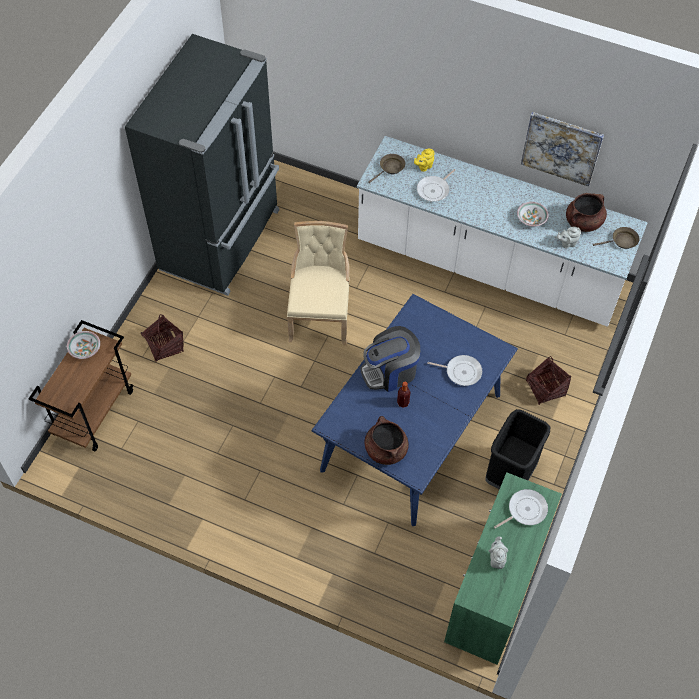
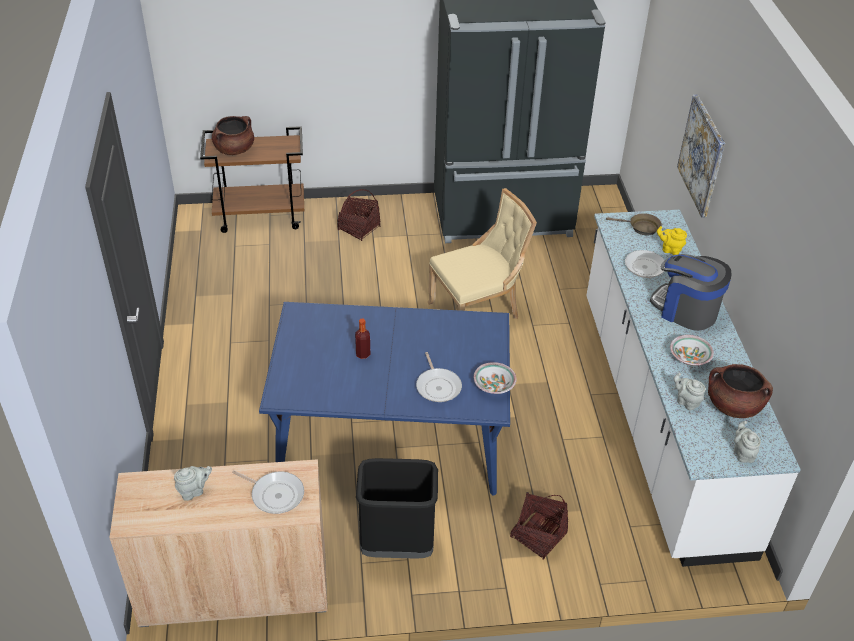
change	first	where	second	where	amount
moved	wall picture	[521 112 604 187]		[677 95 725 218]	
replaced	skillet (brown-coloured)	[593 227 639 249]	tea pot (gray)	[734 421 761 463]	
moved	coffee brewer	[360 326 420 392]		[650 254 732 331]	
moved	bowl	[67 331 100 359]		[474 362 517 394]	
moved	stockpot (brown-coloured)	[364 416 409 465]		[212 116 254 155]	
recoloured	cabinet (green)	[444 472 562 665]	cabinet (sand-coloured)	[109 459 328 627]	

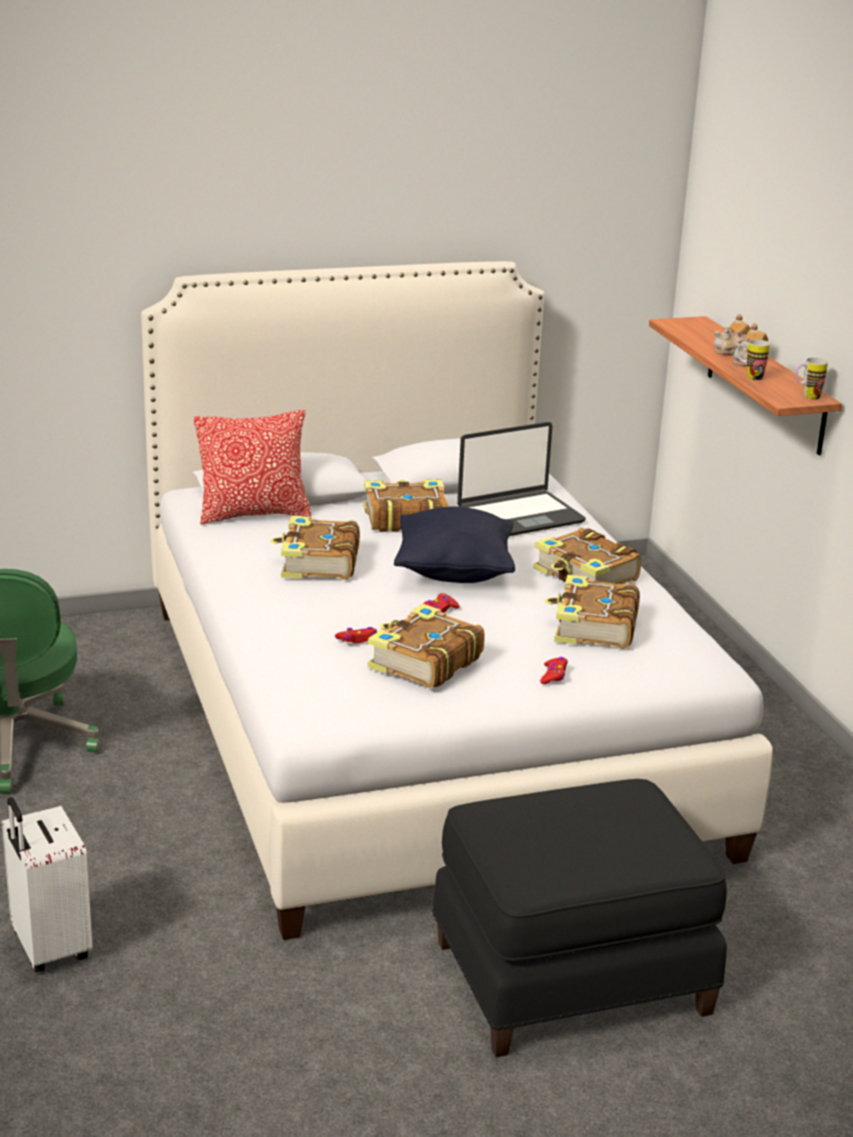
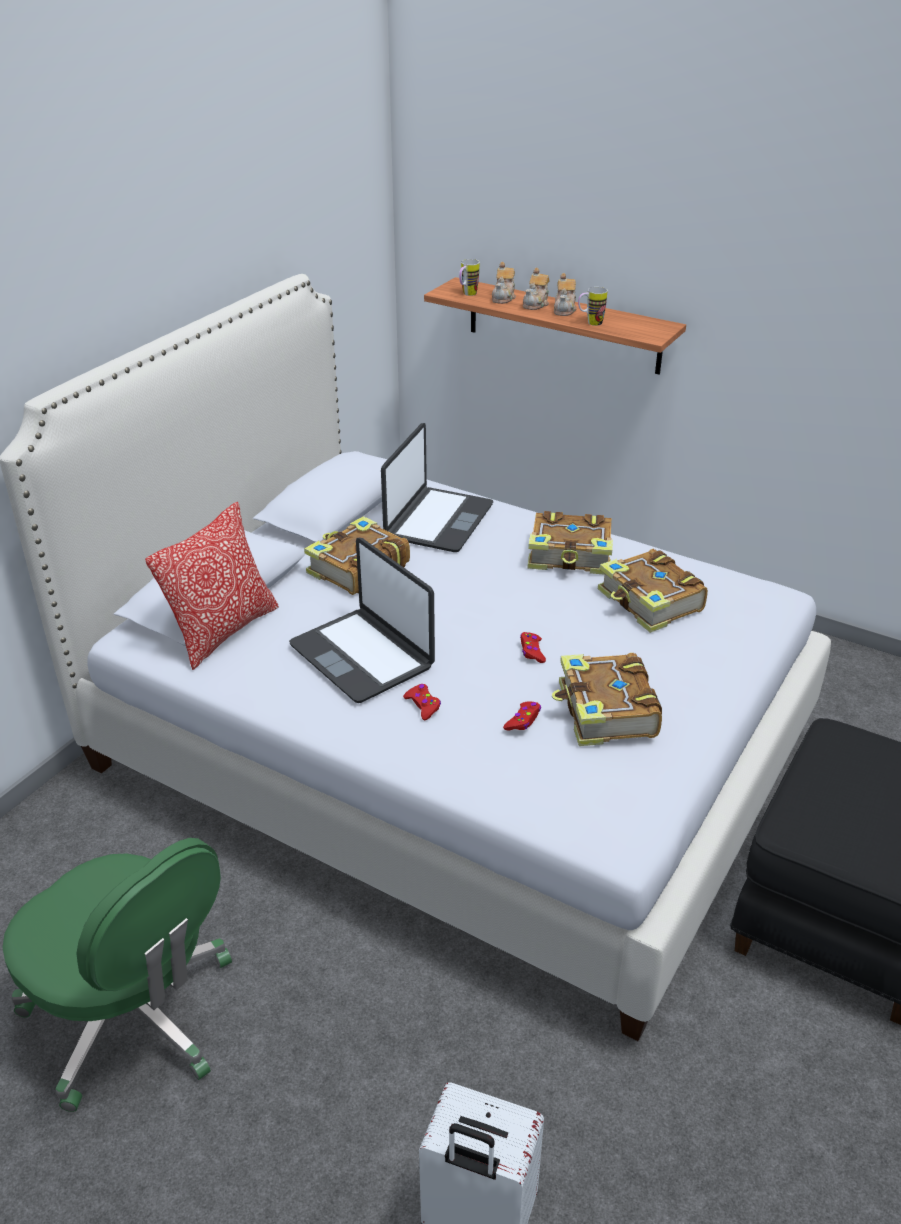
change	first	where	second	where	amount
moved	tea mug	[795 358 828 399]		[459 259 479 296]	
removed	pillow (black-coloured)	[394 507 515 583]			
replaced	book	[271 516 360 580]	laptop	[289 538 435 703]	
moved	joypad (red-coloured)	[540 657 568 684]		[403 684 441 720]	
added			tea pot	[492 262 516 304]	

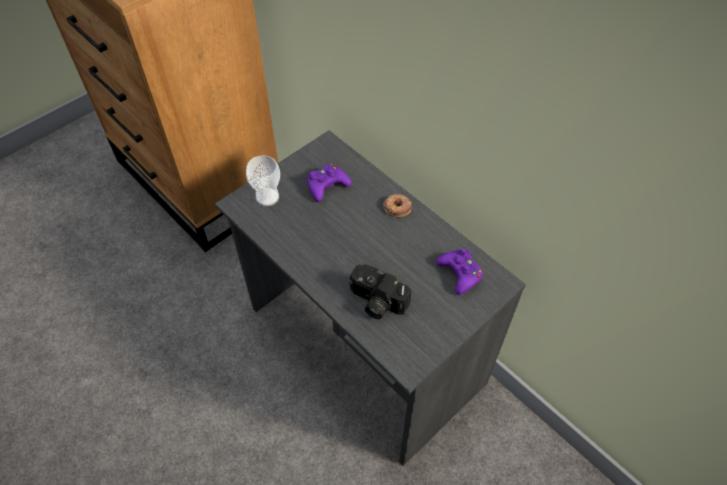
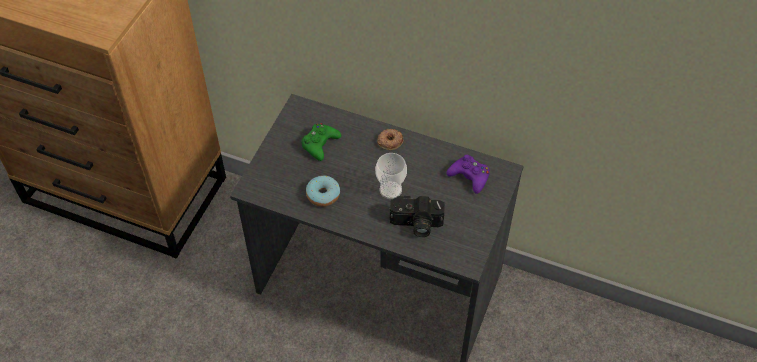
change	first	where	second	where	amount
moved	drinking cup	[246 155 280 206]		[375 153 407 199]	
recoloured	joypad (purple)	[307 164 351 202]	joypad (green)	[302 123 341 161]	
added			doughnut	[306 176 340 207]	

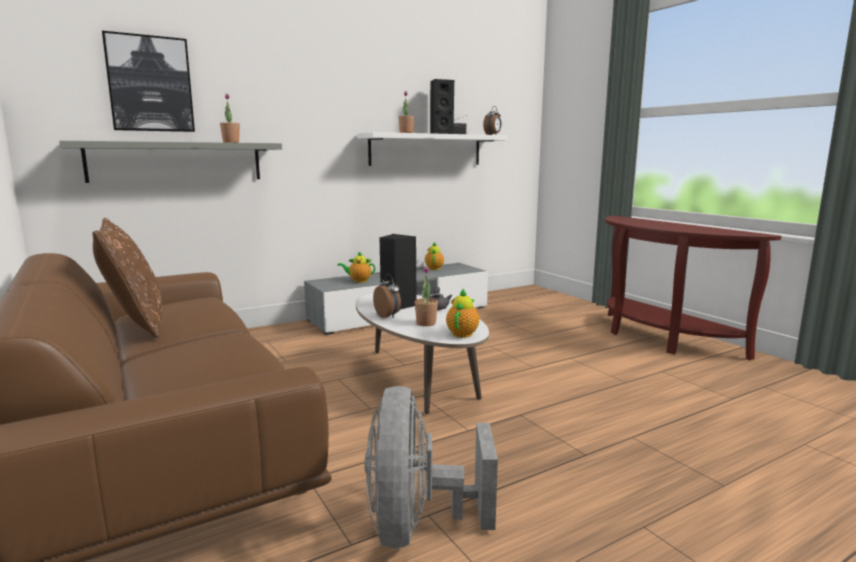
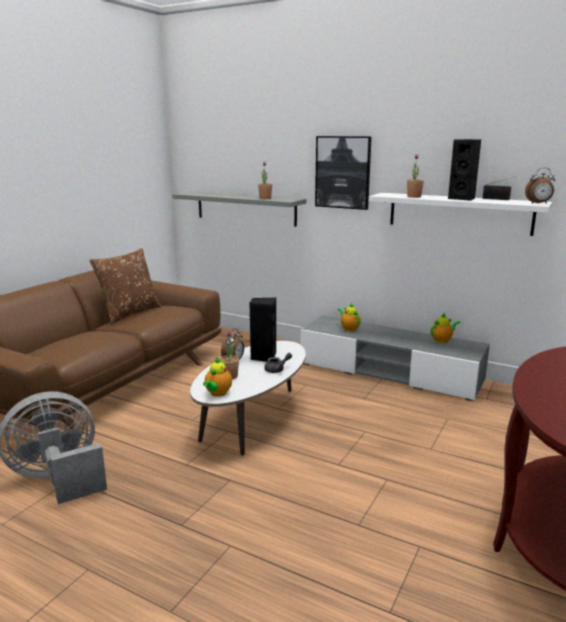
change	first	where	second	where	amount
moved	wall picture	[102 31 195 132]		[315 136 372 210]	
turned	tea pot	[446 288 479 338]		[203 357 232 397]	120 degrees clockwise

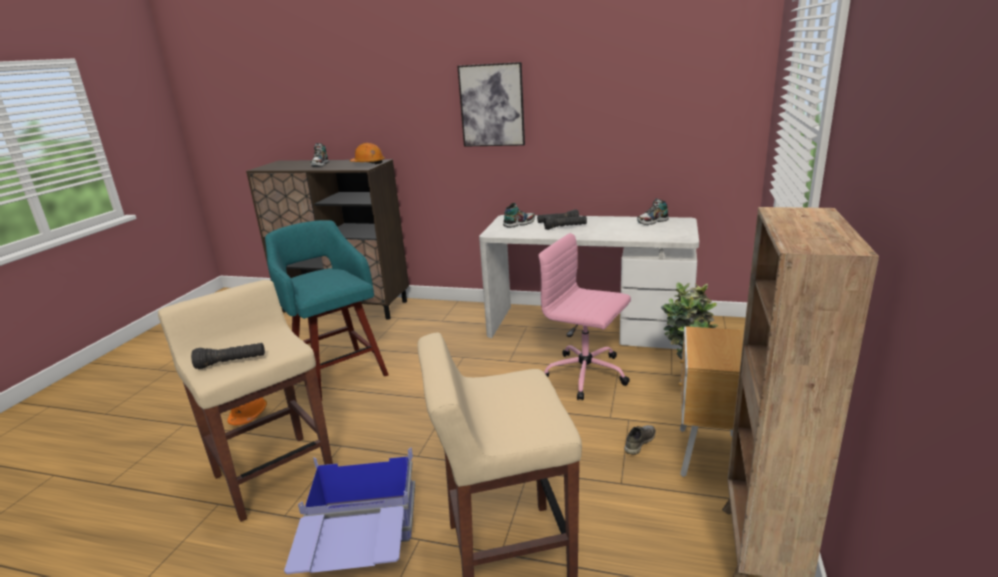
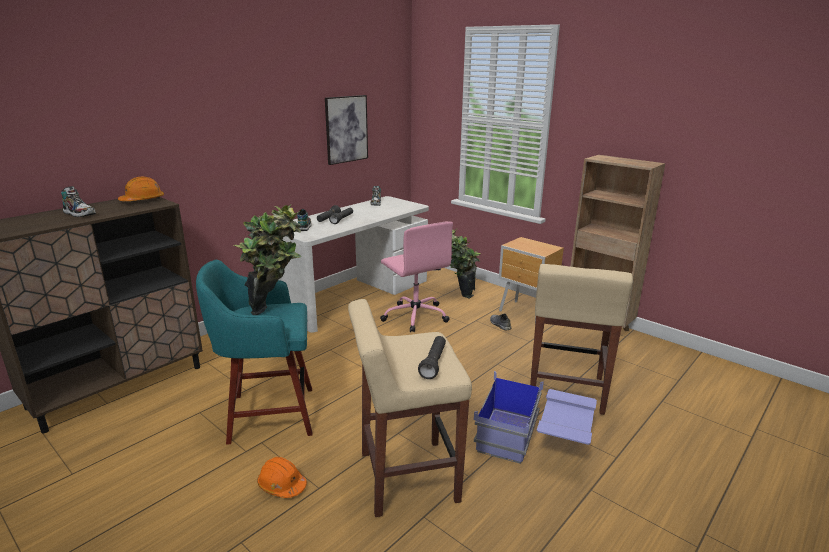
change	first	where	second	where	amount
moved	wall picture	[457 62 525 147]		[325 95 368 165]	
turned	computer chair (pink)	[538 233 631 400]		[380 222 453 332]	90 degrees counterclockwise
added			houseplant	[234 204 301 315]	

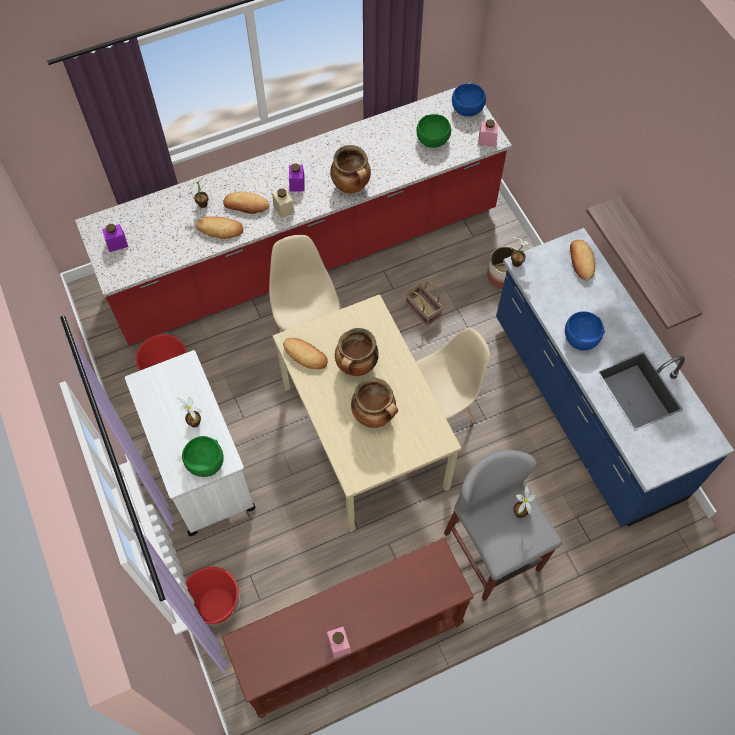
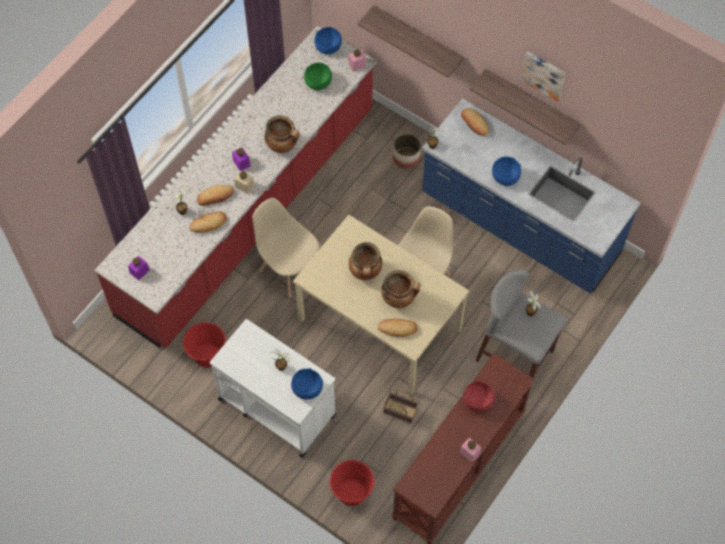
change	first	where	second	where	amount
moved	household basket	[406 282 443 327]		[383 389 419 424]	
moved	bakery bread	[283 338 328 369]		[377 319 418 337]	
recoloured	bowl (green)	[182 436 224 477]	bowl (blue-coloured)	[291 368 323 400]	
added			wall shelf	[358 5 464 77]	
added			wall picture	[521 51 566 101]	
added			bowl (red-coloured)	[463 381 495 412]	

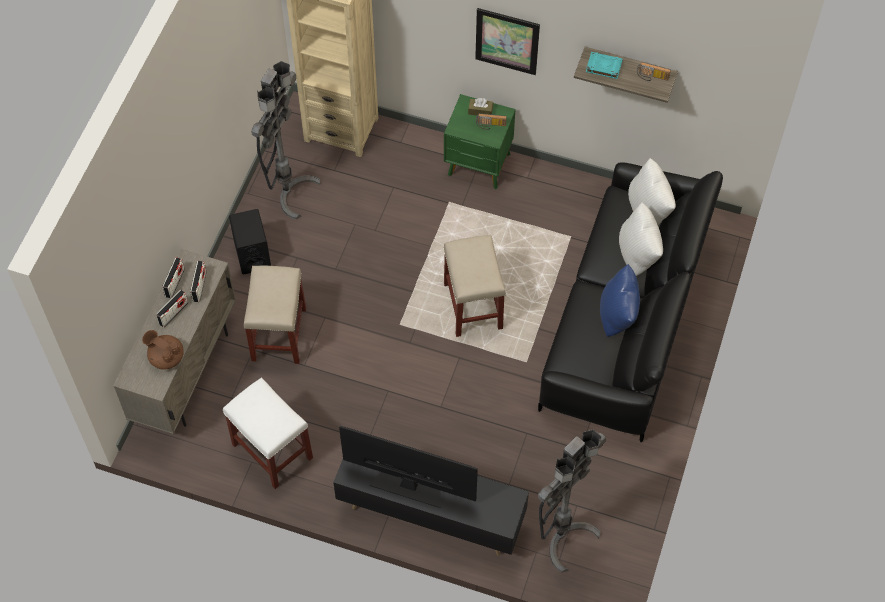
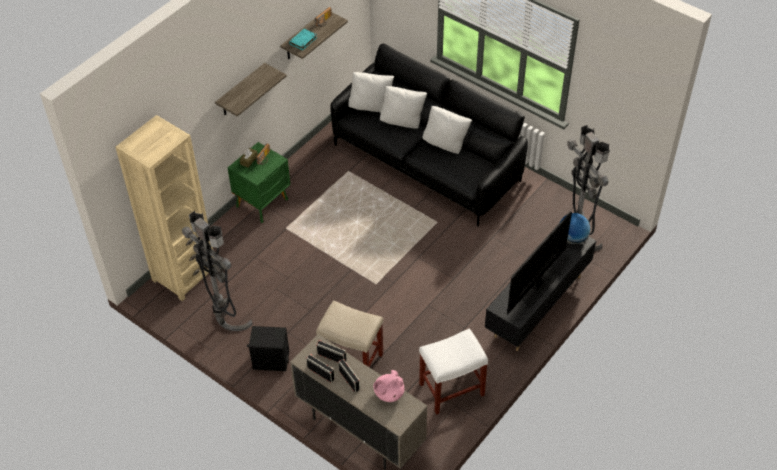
change	first	where	second	where	amount
replaced	wall picture	[475 8 540 75]	wall shelf	[215 63 287 116]	
removed	stool seat (sand-coloured)	[444 235 506 337]			
recoloured	pillow (blue-coloured)	[600 264 640 337]	pillow (white-coloured)	[422 106 472 154]	
recoloured	tea pot (brown-coloured)	[142 330 184 370]	tea pot (pink)	[373 370 404 402]	
added			globe	[560 213 590 244]	

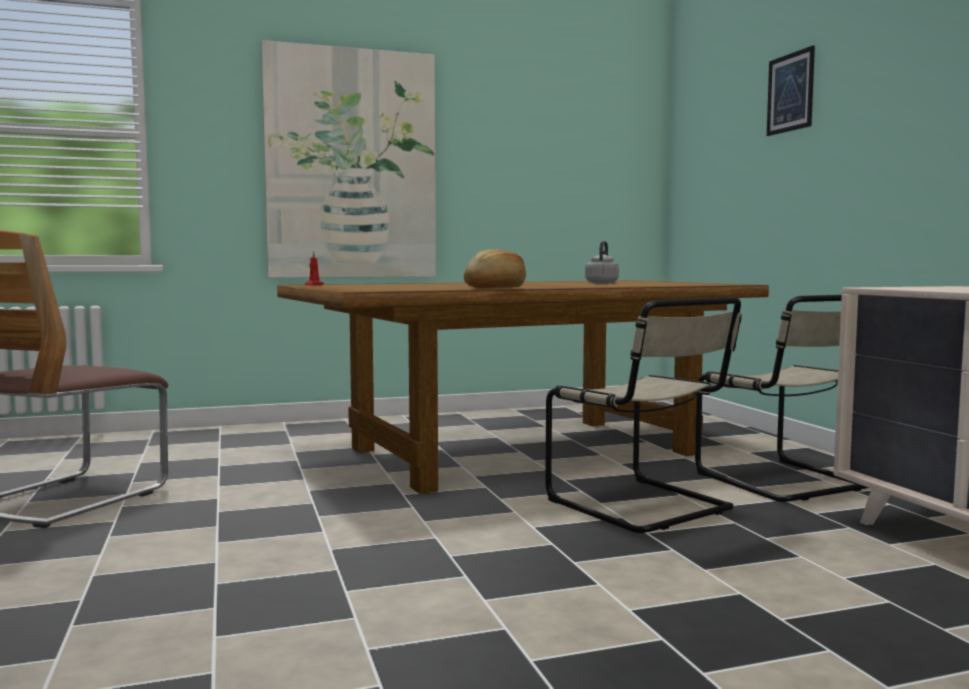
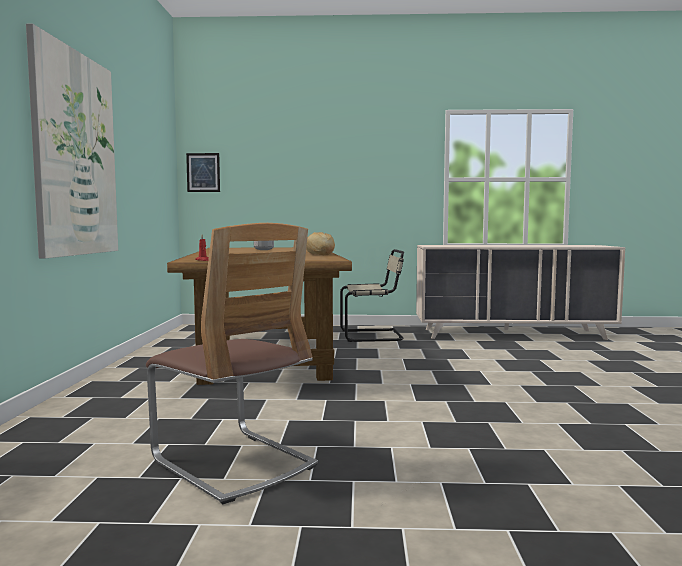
change	first	where	second	where	amount
moved	wall picture	[767 45 815 136]		[186 153 220 192]	
removed	plain chair (sand-coloured)	[545 297 742 533]			

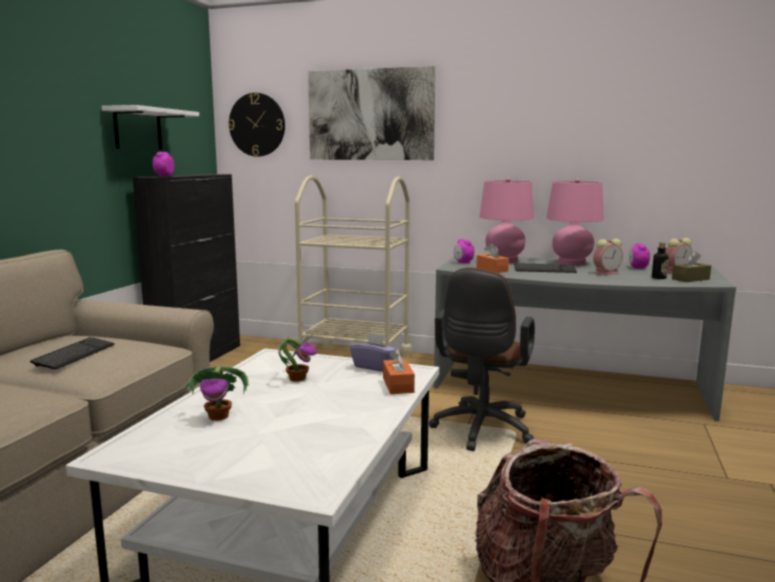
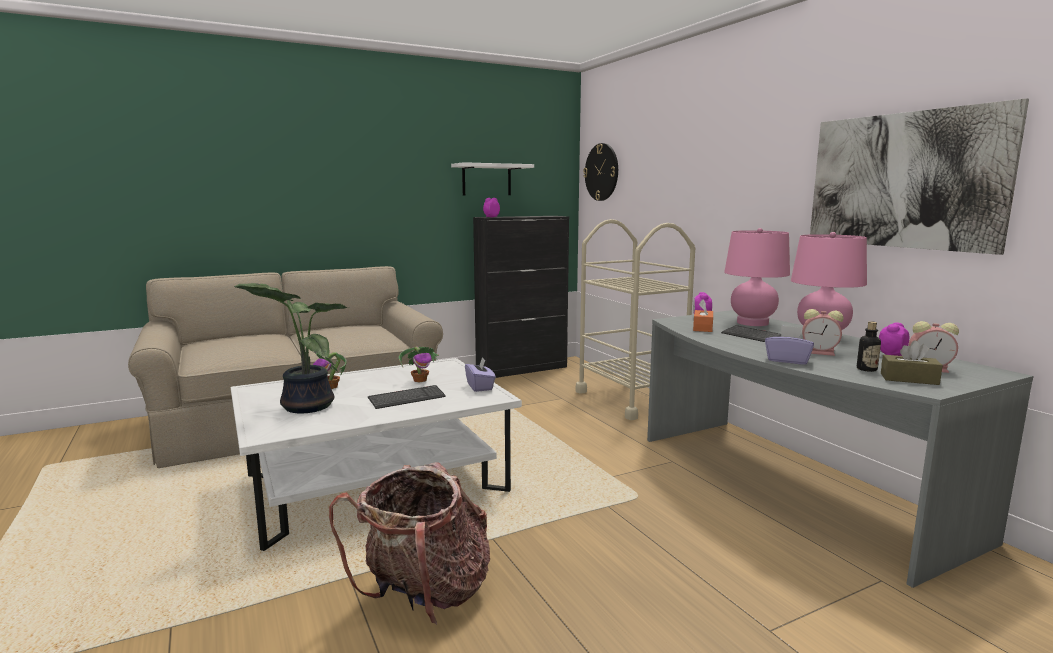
change	first	where	second	where	amount
moved	wall picture	[308 66 436 160]		[810 98 1029 255]	
removed	computer chair (brown-coloured)	[429 267 535 451]			
moved	computer keyboard	[30 337 115 370]		[368 385 446 409]	
removed	tissue box (orange-coloured)	[383 349 415 394]			
added			houseplant	[234 283 348 414]	
added			tissue box (purple)	[765 325 814 365]	

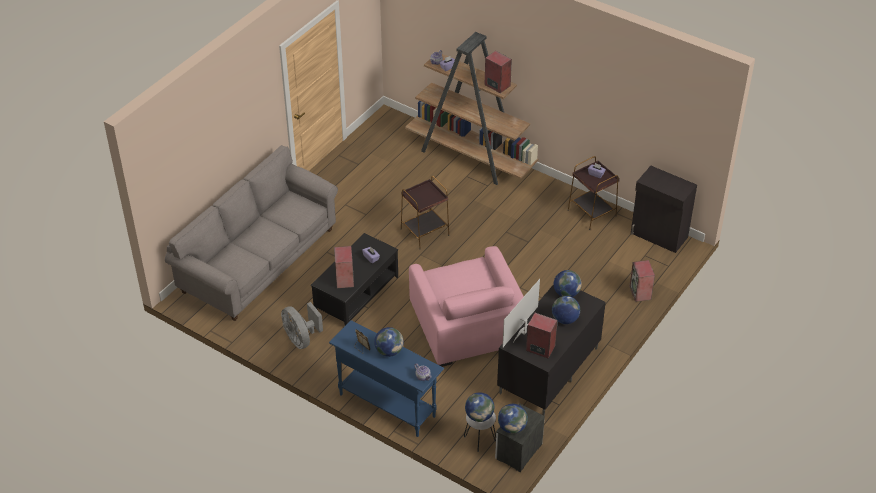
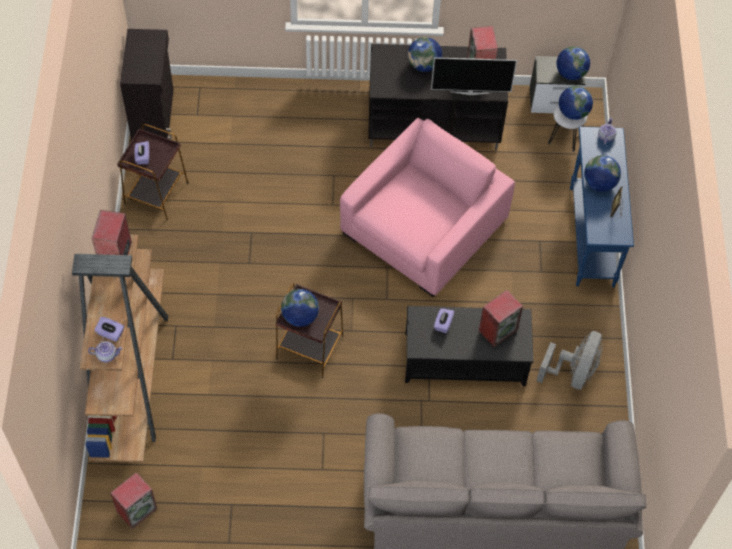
change	first	where	second	where	amount
moved	speaker	[629 260 655 302]		[110 472 157 529]	
moved	globe	[554 270 582 297]		[281 289 319 327]	

